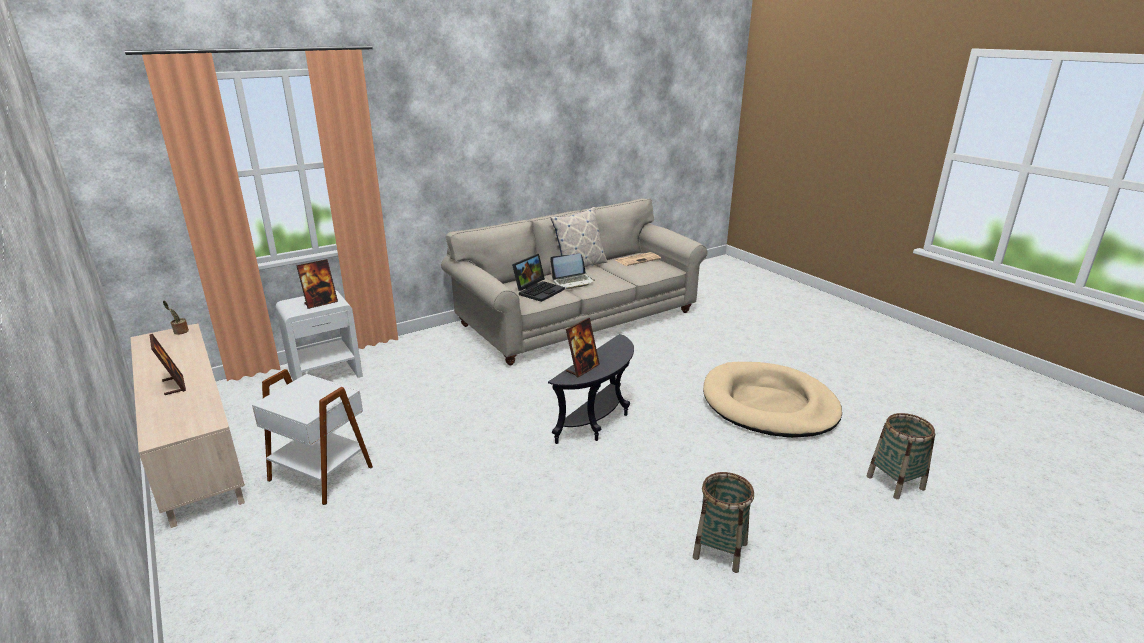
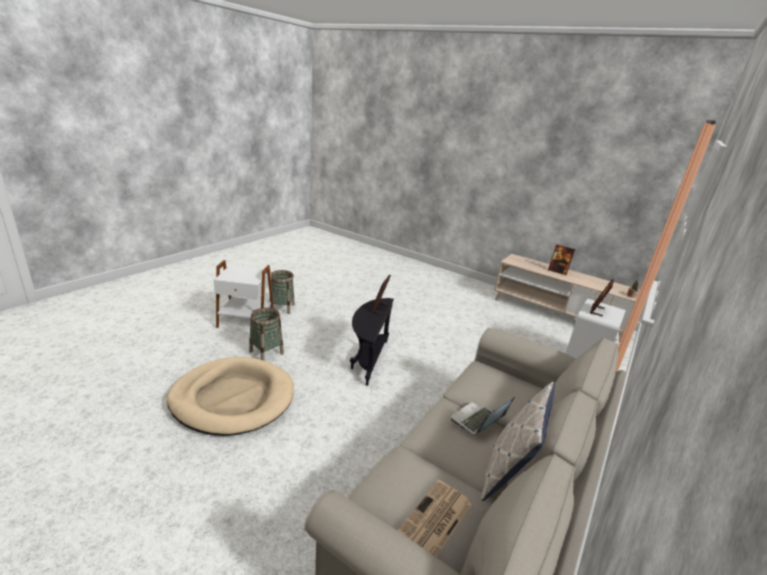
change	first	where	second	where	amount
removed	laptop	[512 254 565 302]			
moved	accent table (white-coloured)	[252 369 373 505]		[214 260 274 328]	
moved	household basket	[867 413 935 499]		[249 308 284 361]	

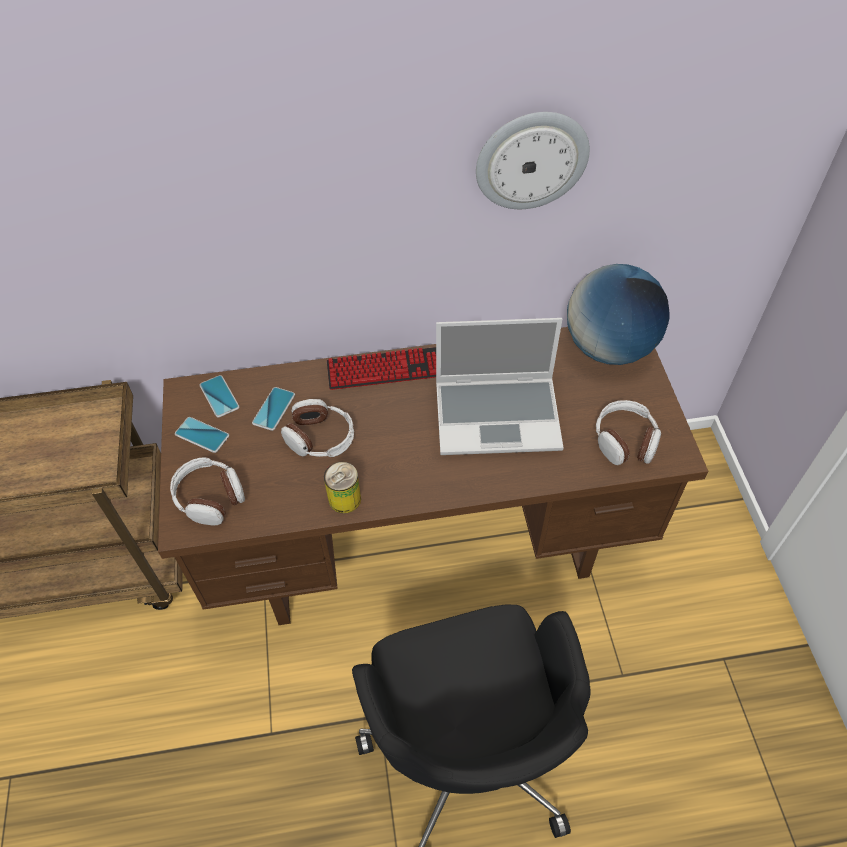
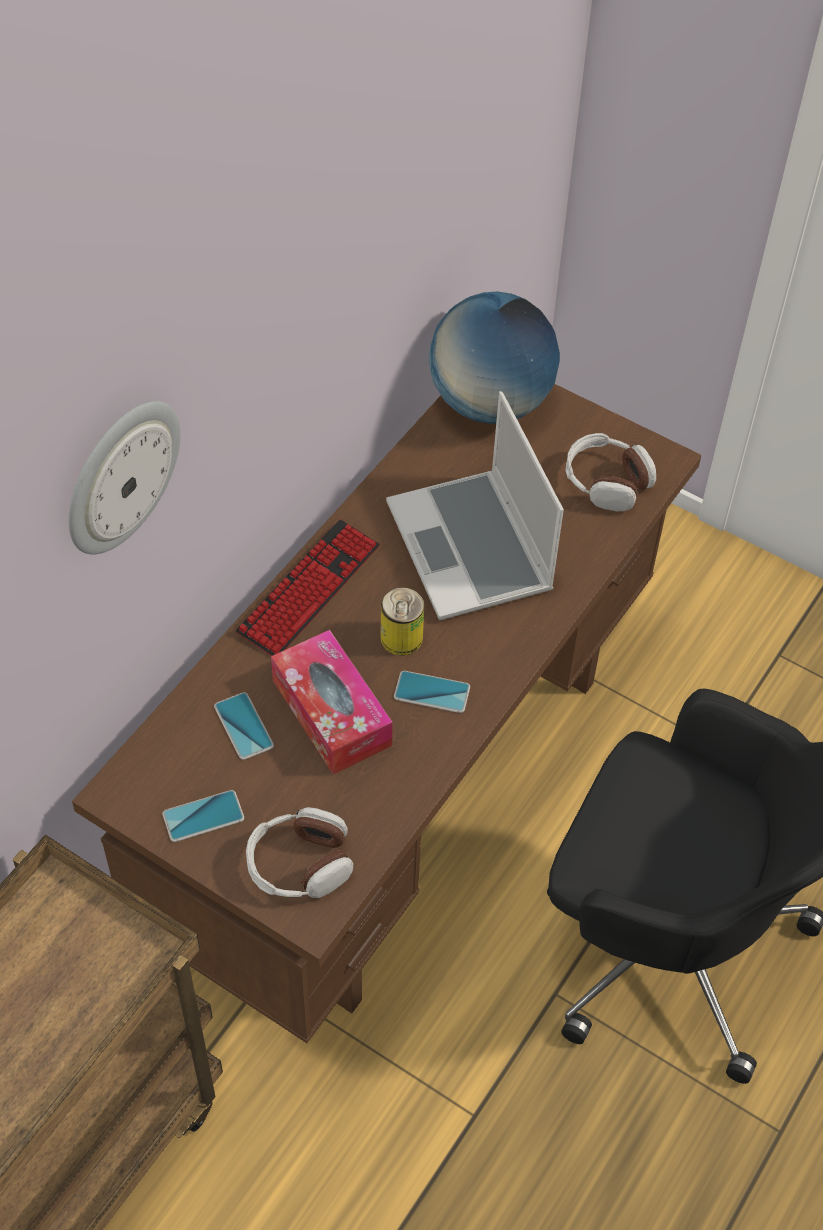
change	first	where	second	where	amount
moved	wall clock	[476 112 590 209]		[68 401 181 555]	
turned	laptop	[436 318 563 455]		[386 391 564 621]	120 degrees clockwise
moved	handset	[200 375 239 417]		[394 671 470 713]	
replaced	pair of headphones	[281 399 354 457]	tissue box	[271 630 393 774]	
moved	metal can	[324 462 361 514]		[380 587 424 656]	

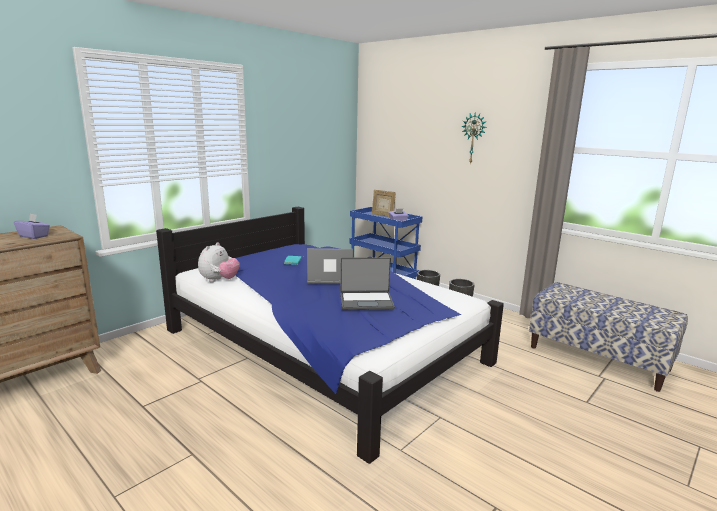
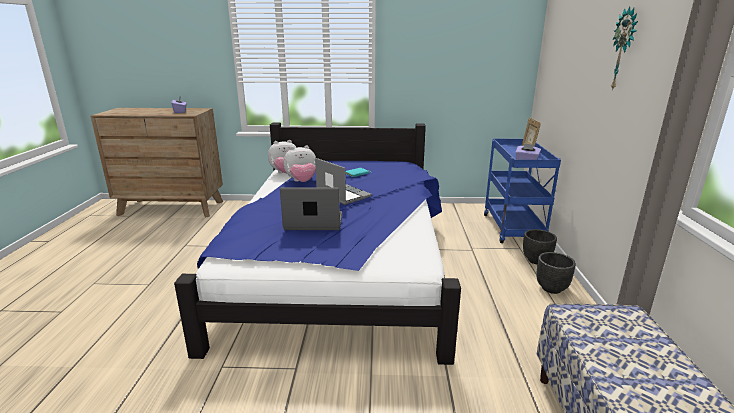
change	first	where	second	where	amount
turned	laptop	[340 257 395 310]		[280 187 342 230]	135 degrees clockwise
added			plush toy	[283 146 316 182]	

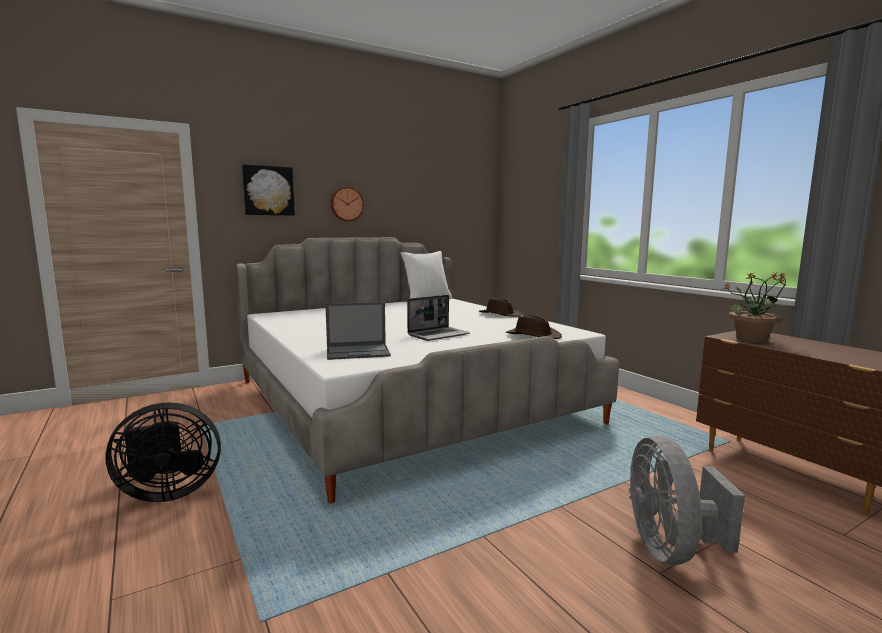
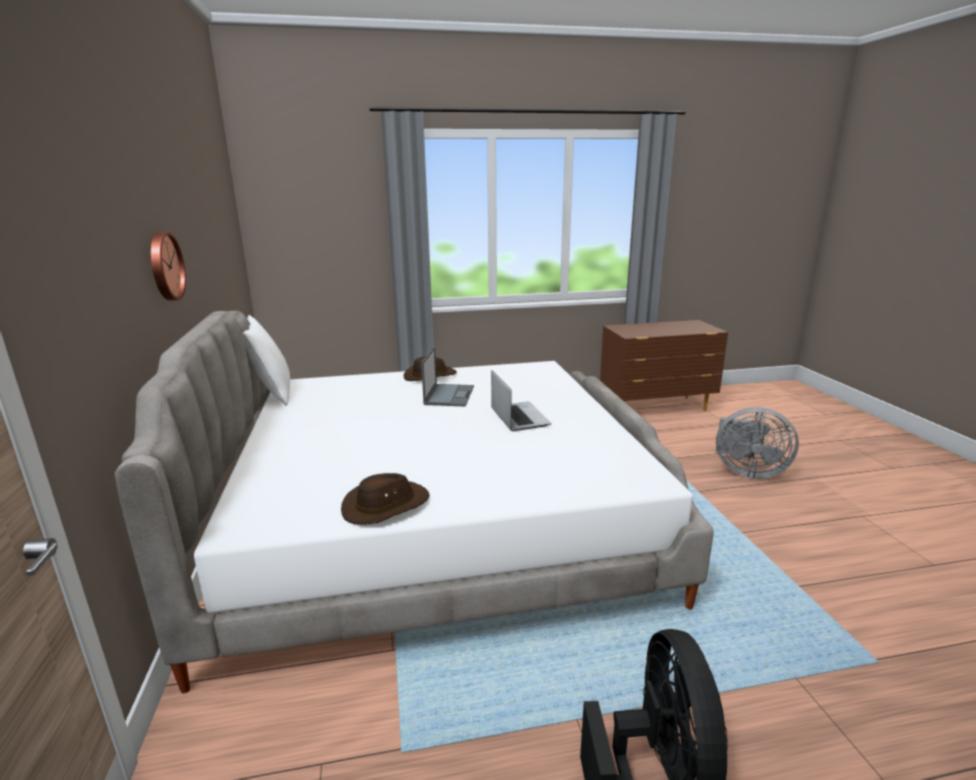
change	first	where	second	where	amount
removed	wall picture	[242 164 295 216]			
removed	houseplant	[723 272 797 343]			
moved	laptop	[325 302 391 360]		[421 346 474 407]	
moved	hat (brown-coloured)	[506 315 562 339]		[341 473 430 525]	

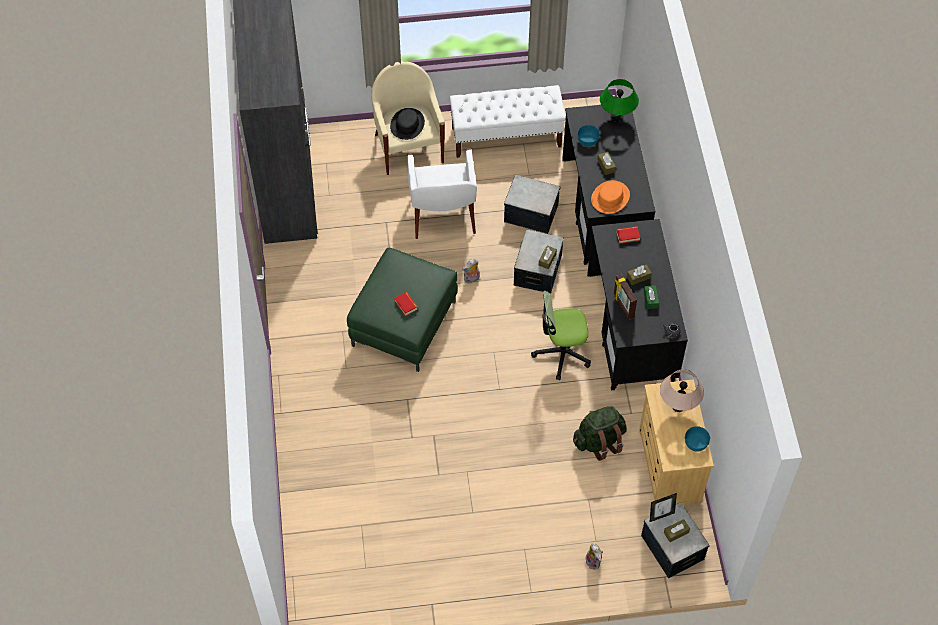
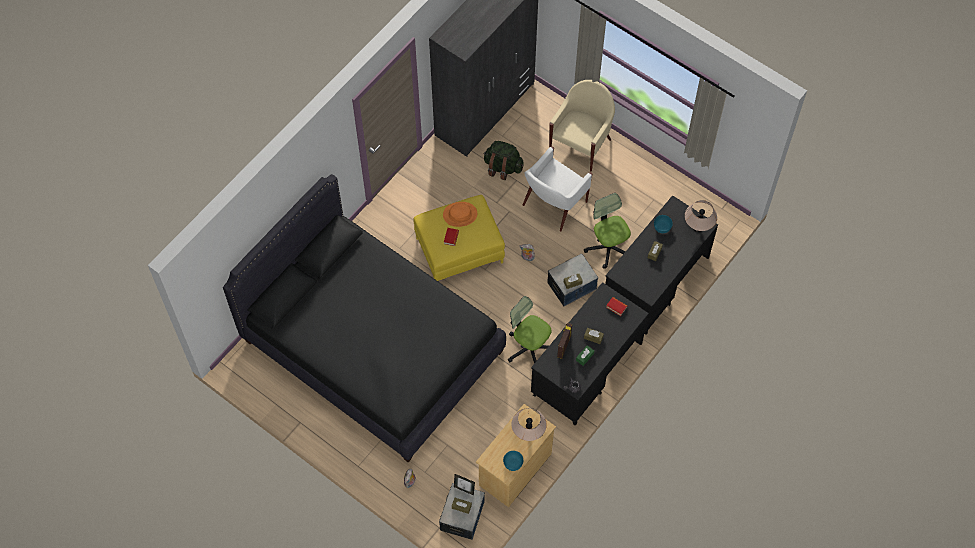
change	first	where	second	where	amount
recoloured	tabletop lamp (green)	[600 79 639 122]	tabletop lamp (sand-coloured)	[684 200 717 232]	
removed	indoor bench (white-coloured)	[450 85 566 158]			
removed	hat (black-coloured)	[390 108 425 140]			
replaced	storage container	[504 175 561 234]	computer chair	[584 193 631 269]	
moved	hat (orange-coloured)	[591 180 630 214]		[443 202 477 227]	
recoloured	ottoman (green)	[347 248 458 372]	ottoman (yellowish)	[413 195 505 281]	
moved	knapsack (green)	[573 406 627 461]		[483 141 524 180]	
added			bedroom bed (black-coloured)	[223 174 506 463]	

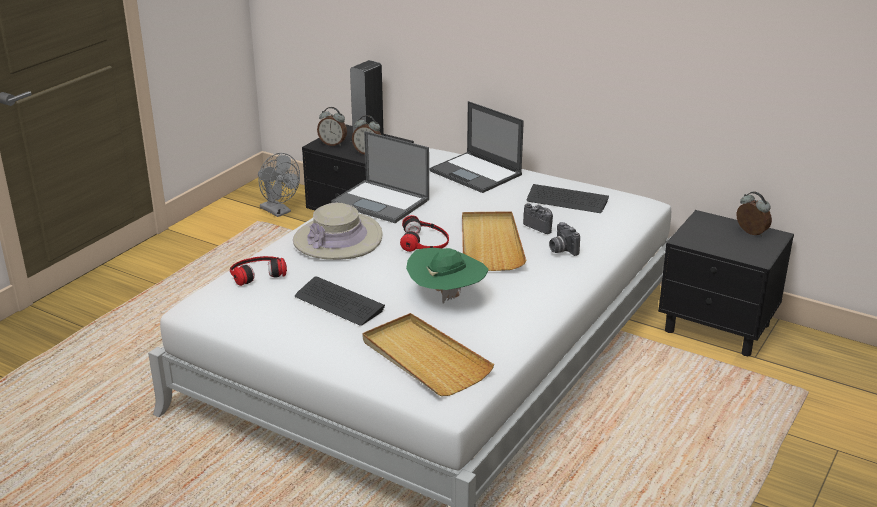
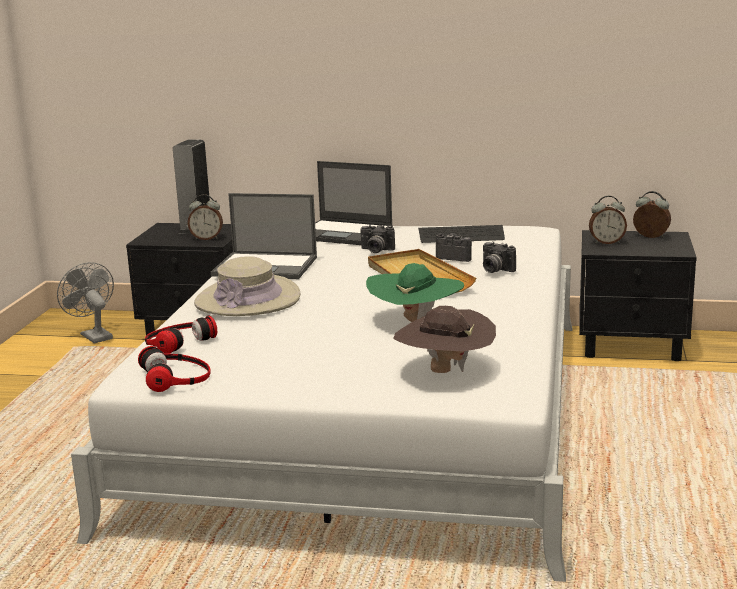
change	first	where	second	where	amount
moved	table clock	[317 107 347 146]		[589 196 627 244]	
turned	electric fan (gray)	[258 153 300 217]		[57 262 114 343]	150 degrees counterclockwise
moved	pair of headphones	[400 215 449 252]		[138 346 211 392]	
removed	computer keyboard	[295 276 385 326]			
replaced	carrying tray (sand-coloured)	[363 313 494 396]	hat (brown-coloured)	[393 306 496 373]	
added			photo camera	[360 224 395 253]	

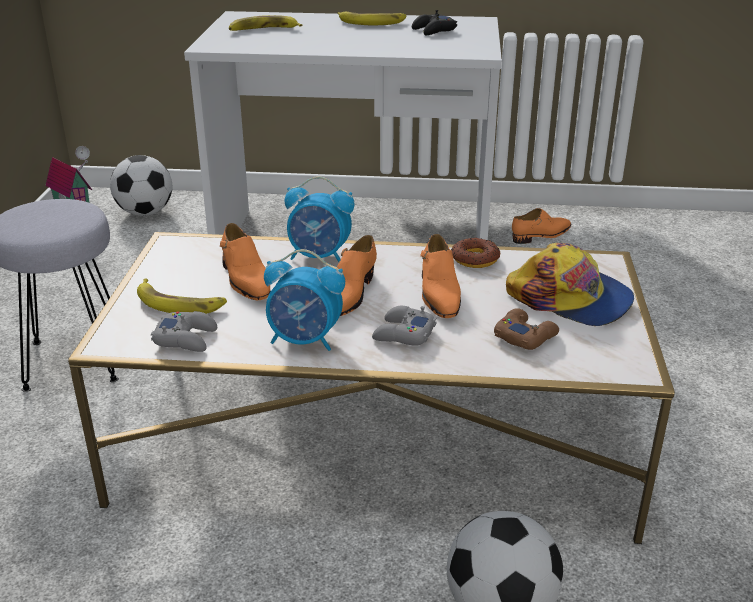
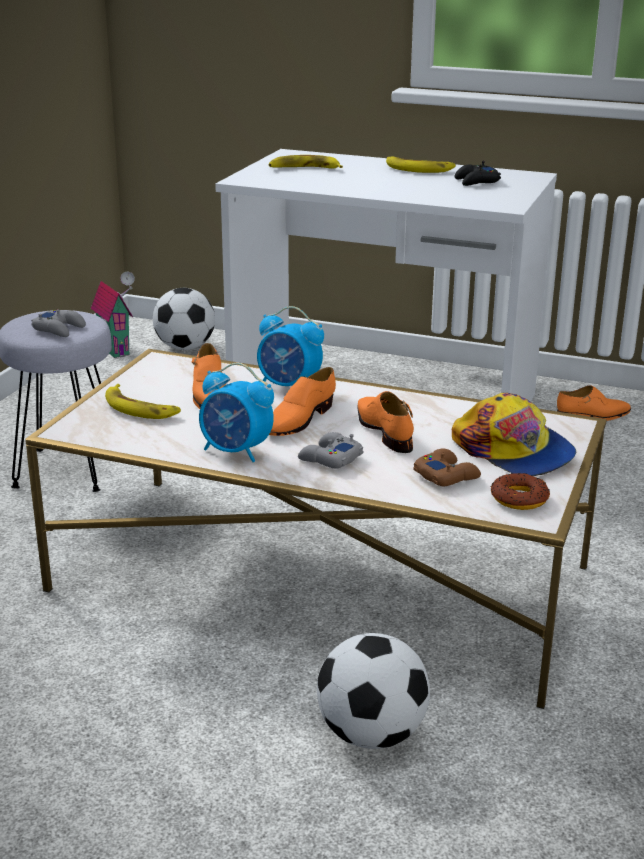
change	first	where	second	where	amount
turned	item of footwear (orange-coloured)	[420 234 461 318]		[357 391 414 453]	150 degrees clockwise
moved	doughnut	[451 237 500 268]		[491 473 550 510]	
moved	joypad (gray)	[151 311 217 352]		[31 309 86 337]	

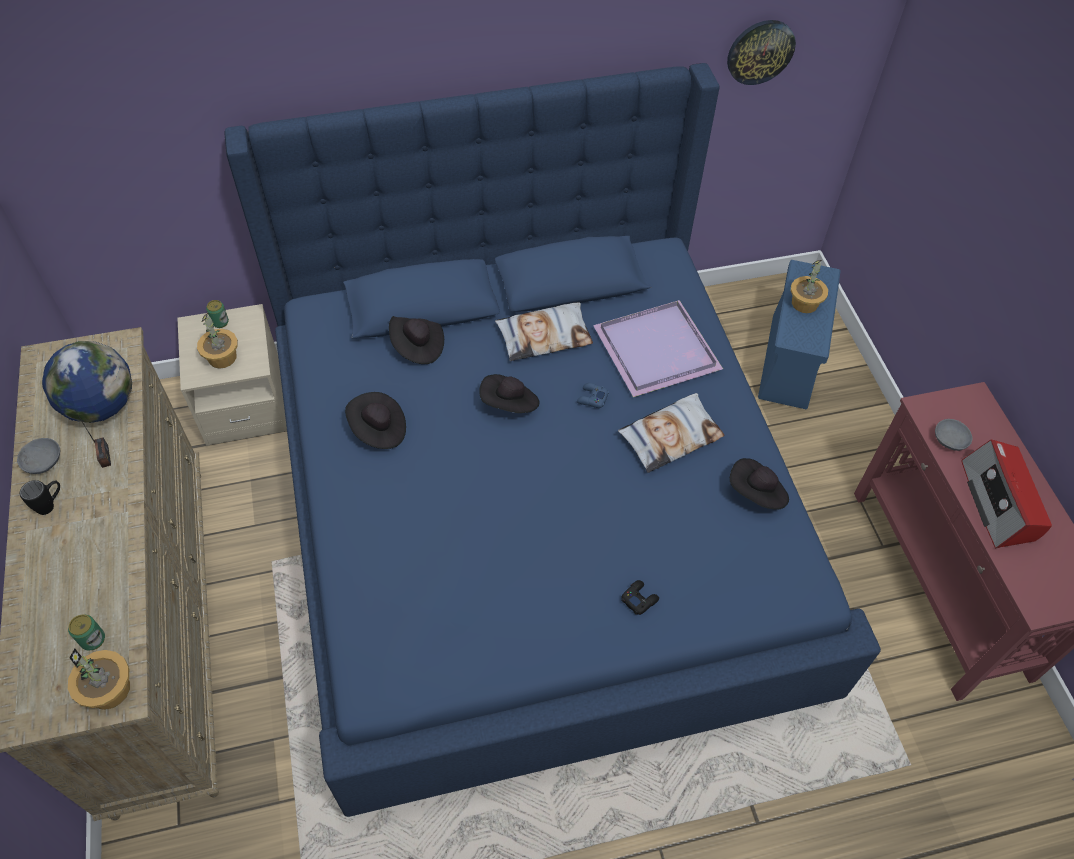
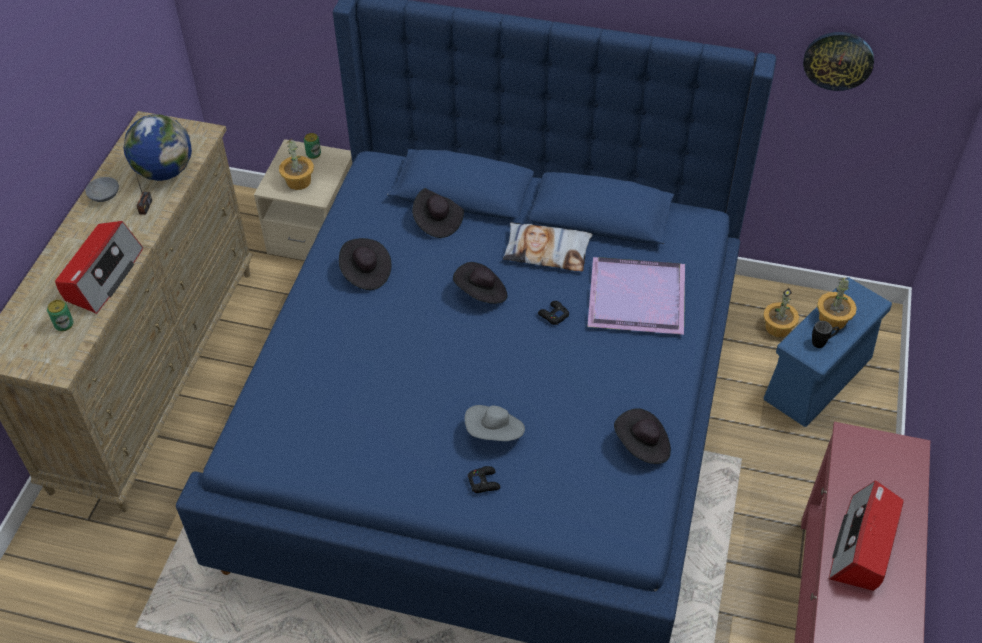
change	first	where	second	where	amount
recoloured	joypad (blue-coloured)	[577 383 609 408]	joypad (black-coloured)	[538 301 569 325]	
removed	pillow	[618 393 725 473]			
removed	bowl (gray)	[935 419 973 451]			
moved	tea mug (black-coloured)	[20 480 60 515]		[812 321 839 348]	
moved	houseplant	[68 648 130 710]		[763 288 799 337]	
added			radio	[55 221 143 314]	
added			hat (gray)	[465 405 525 441]	

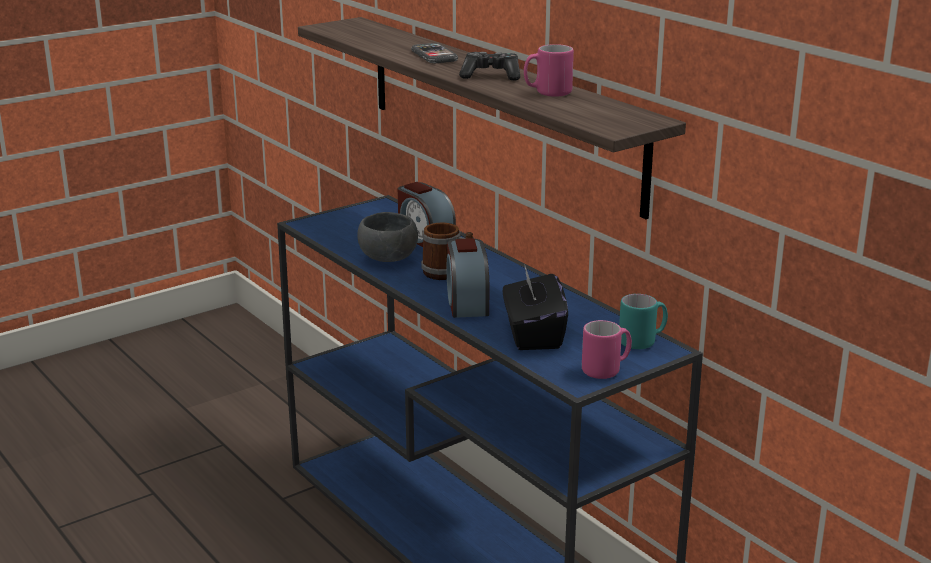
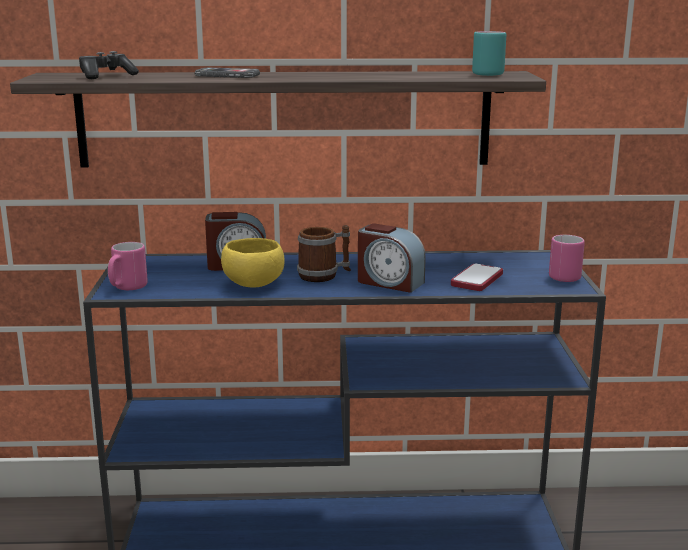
change	first	where	second	where	amount
moved	tea mug (pink)	[524 44 574 97]		[108 242 148 290]	
moved	joypad	[459 52 520 81]		[79 51 139 79]	
recoloured	bowl (gray)	[357 212 418 262]	bowl (yellowish)	[221 238 285 288]	
replaced	tissue box (black-coloured)	[503 267 568 350]	handset	[451 264 503 291]	
moved	tea mug (blue-green)	[619 294 668 349]		[472 31 506 76]	

